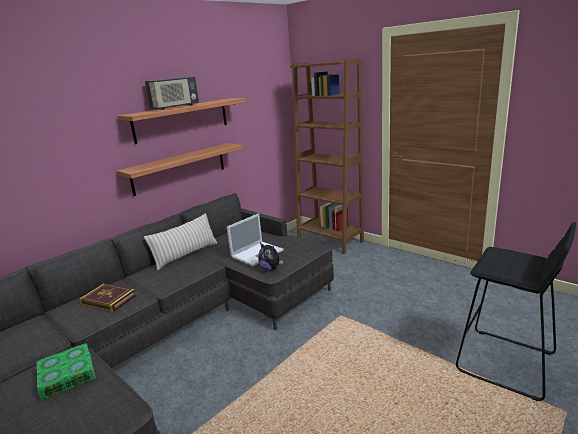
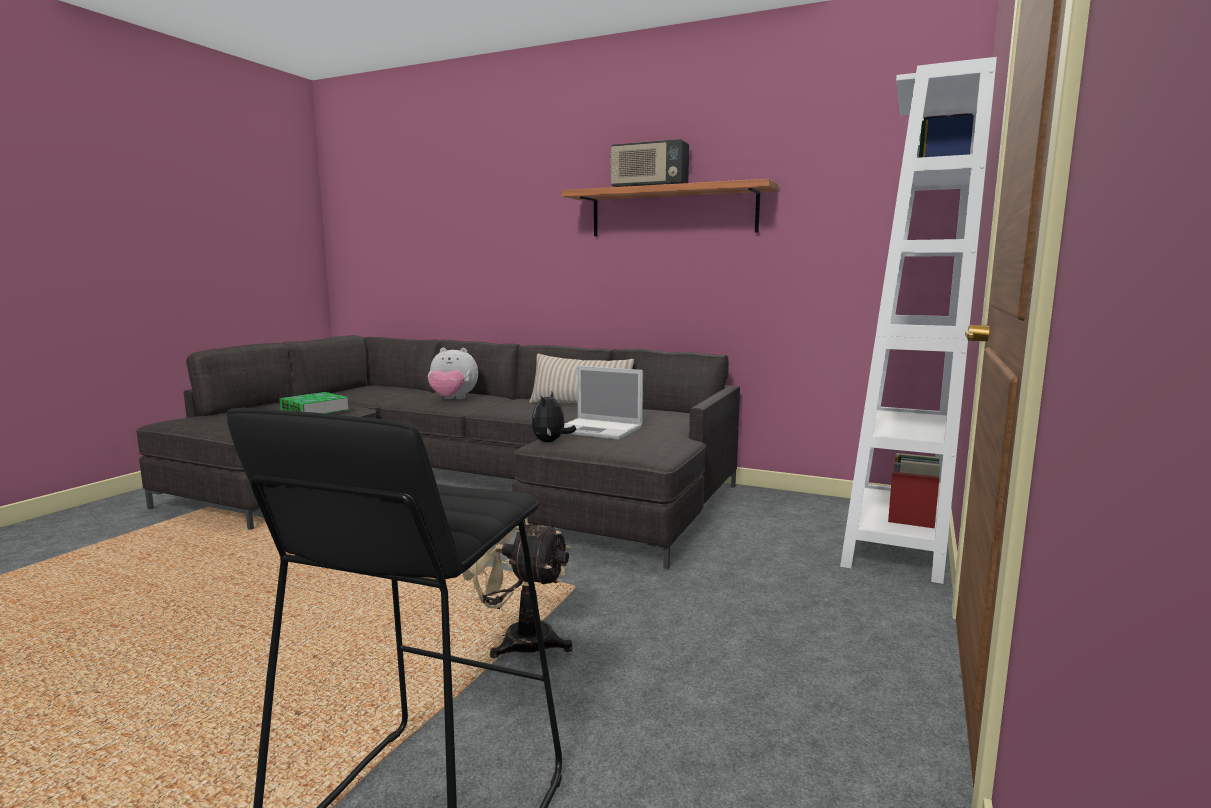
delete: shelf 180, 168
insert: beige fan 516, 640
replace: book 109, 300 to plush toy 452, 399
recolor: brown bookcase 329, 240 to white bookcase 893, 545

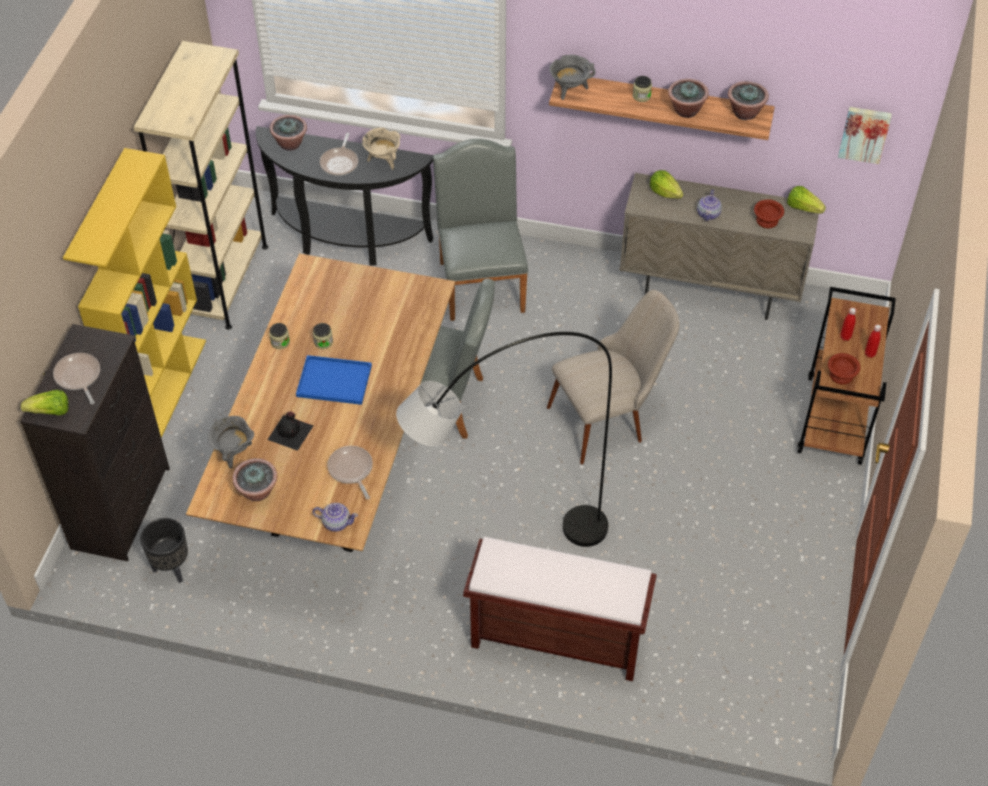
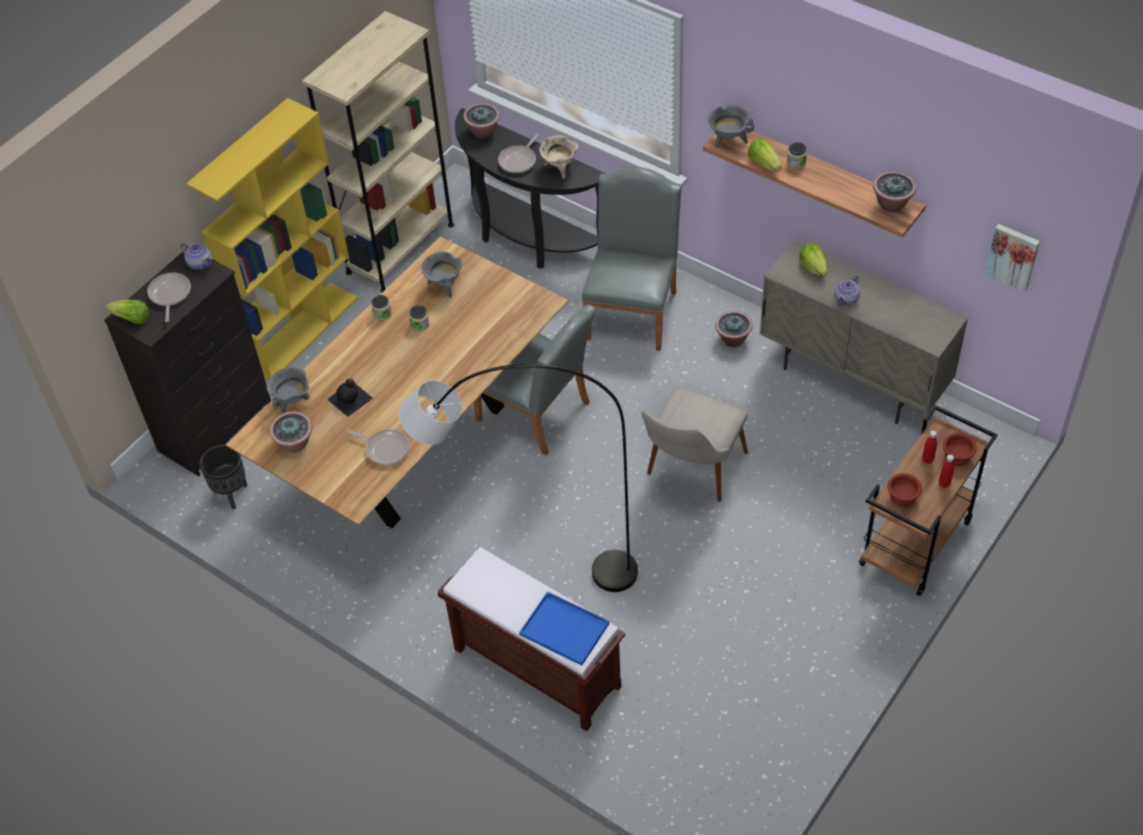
insert: grey cooking pot 444, 285
move: blue tray 335, 380 to 566, 629; teapot 336, 522 to 200, 263; potted plant 685, 110 to 733, 339; brown bowl 767, 220 to 958, 456; lettuce 803, 208 to 764, 163
rotate: frying pan 351, 470 = 385, 449 120 degrees clockwise; beige chair 609, 418 = 690, 475 120 degrees clockwise

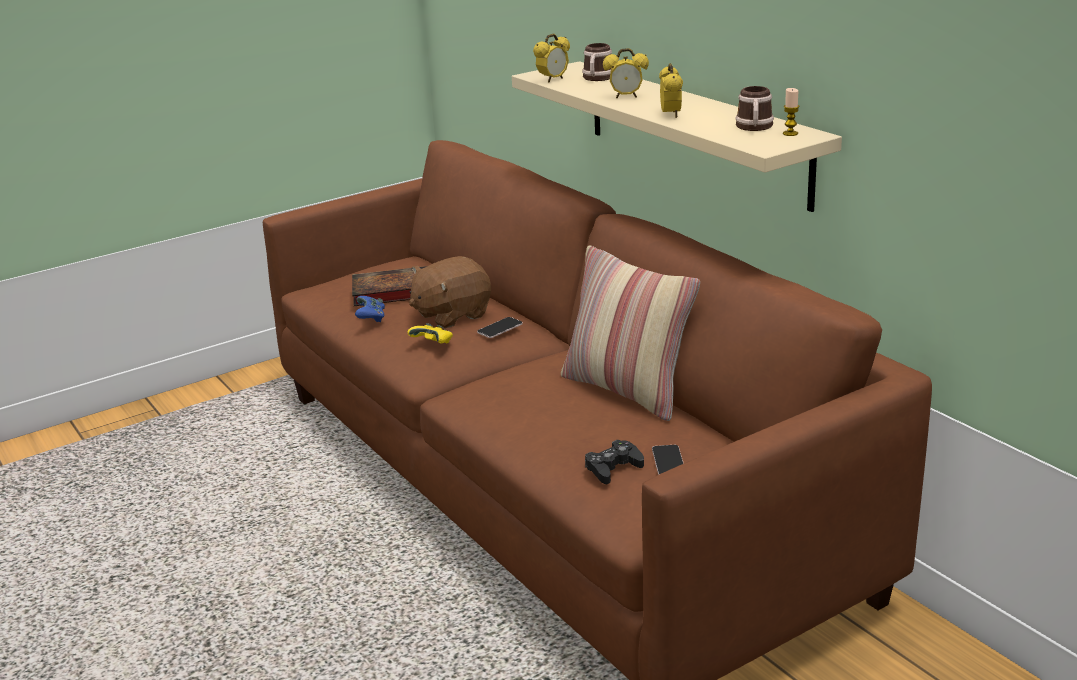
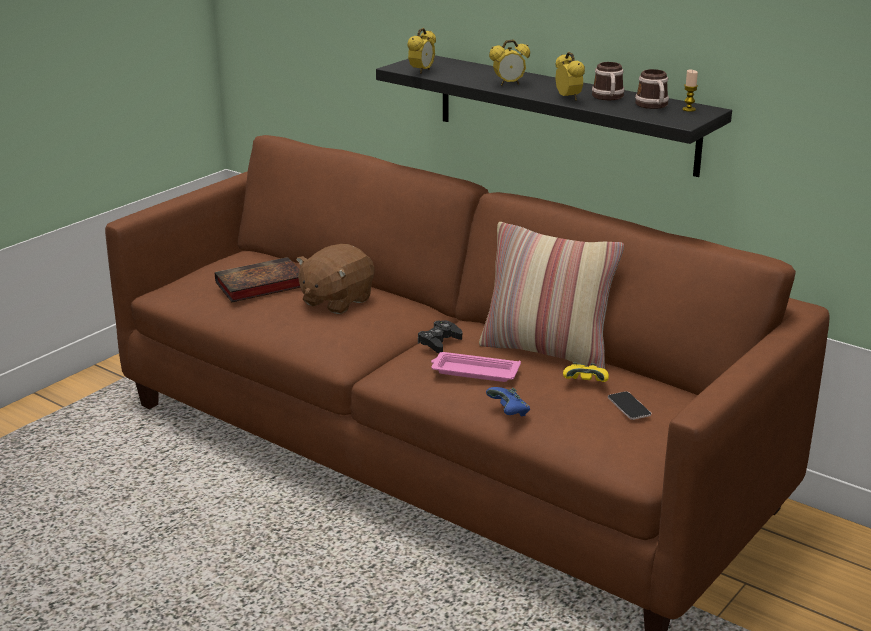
delete: phone 500, 328
insert: pink tray 474, 372
move: blue game controller 371, 318 to 509, 412; yellow game controller 433, 344 to 586, 383; mug 597, 79 to 608, 98; black game controller 613, 468 to 439, 342
recolor: beige shelf 694, 131 to black shelf 564, 113

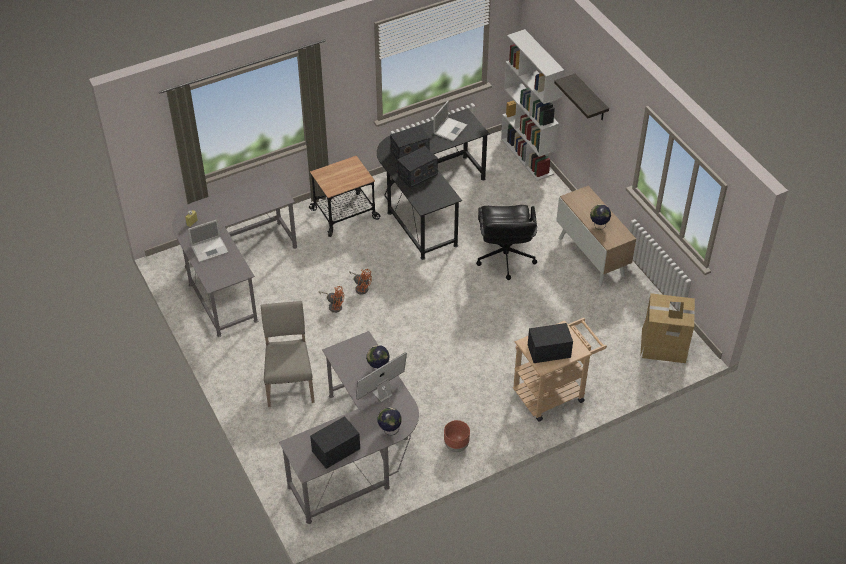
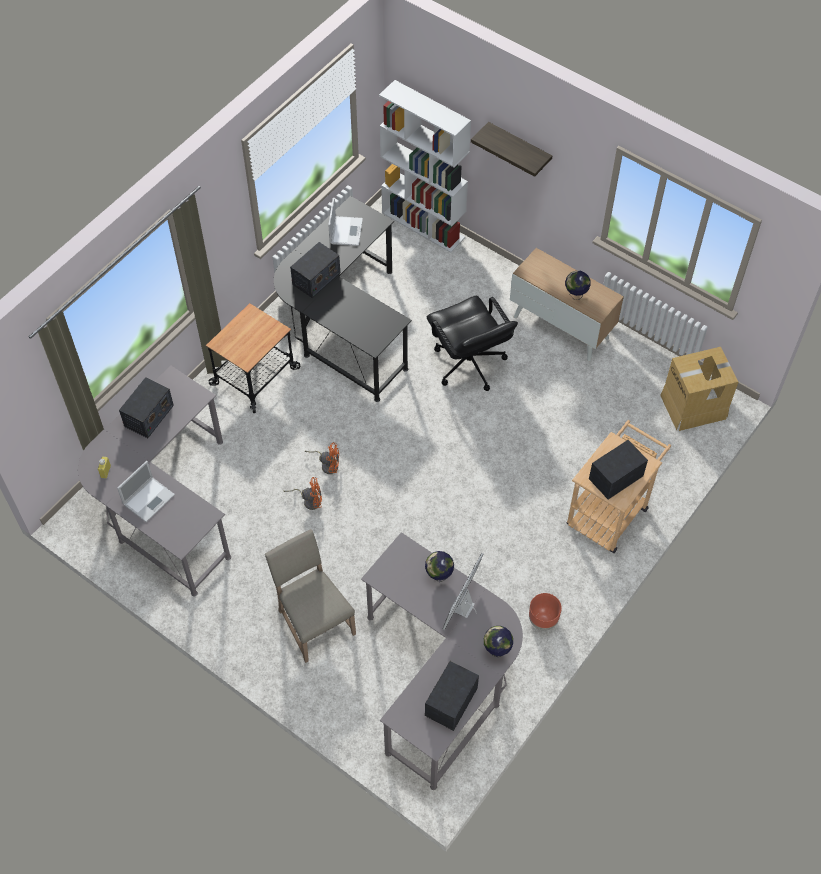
move: radio 417, 175 to 148, 416

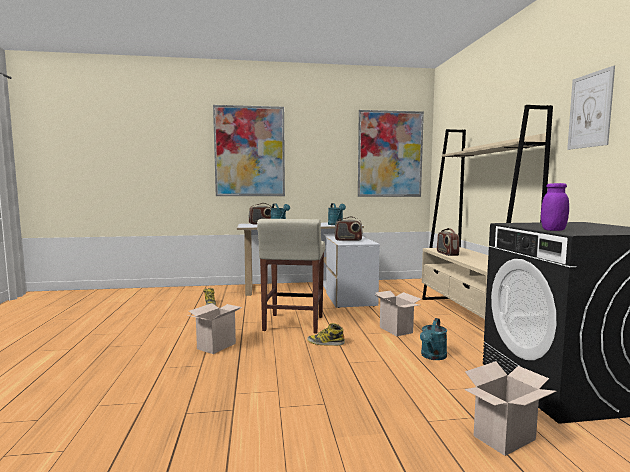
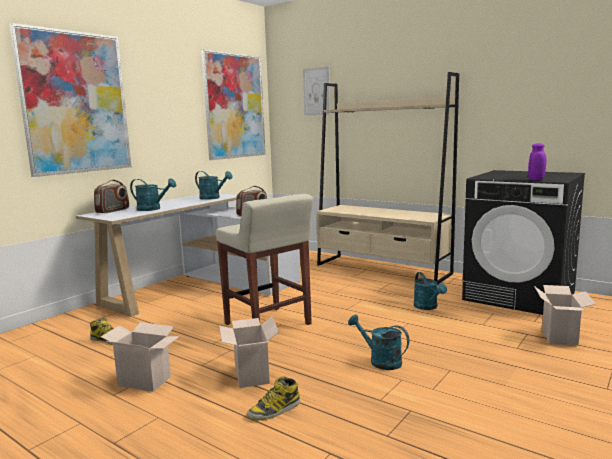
delete: radio 447, 254
insert: turquoise watering can 380, 361
move: boot 325, 343 to 274, 410; cardboard box 397, 330 to 146, 381; picture 590, 110 to 316, 91

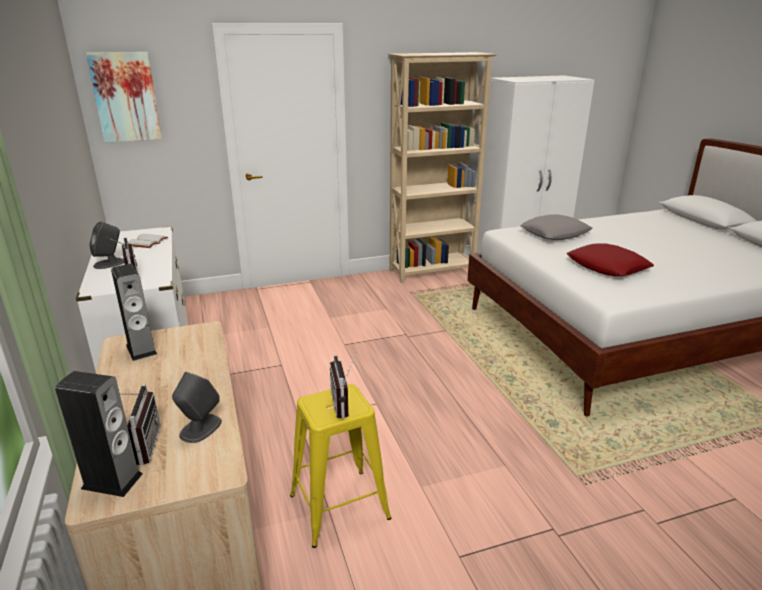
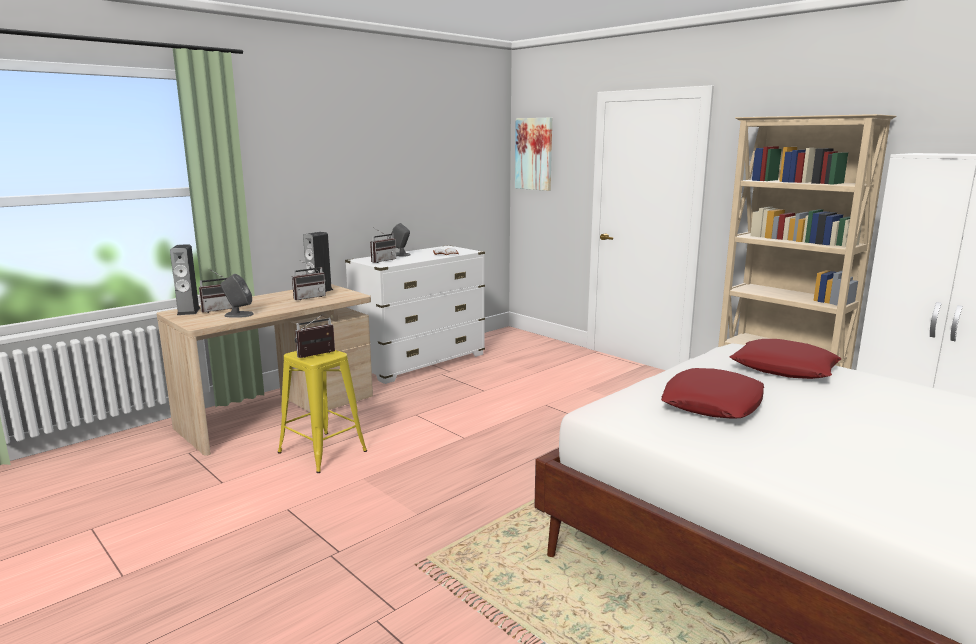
insert: radio 308, 297
recolor: grey pillow 554, 233 to red pillow 783, 368

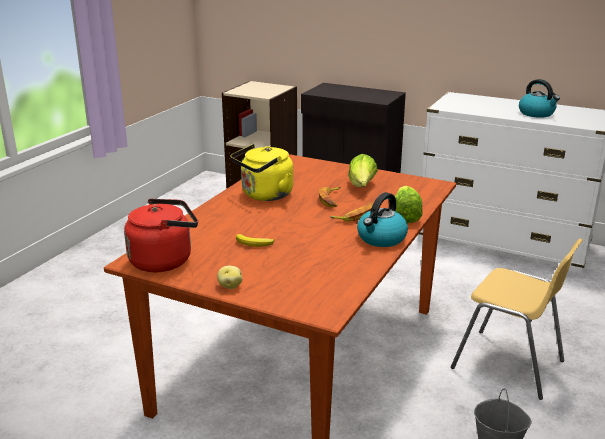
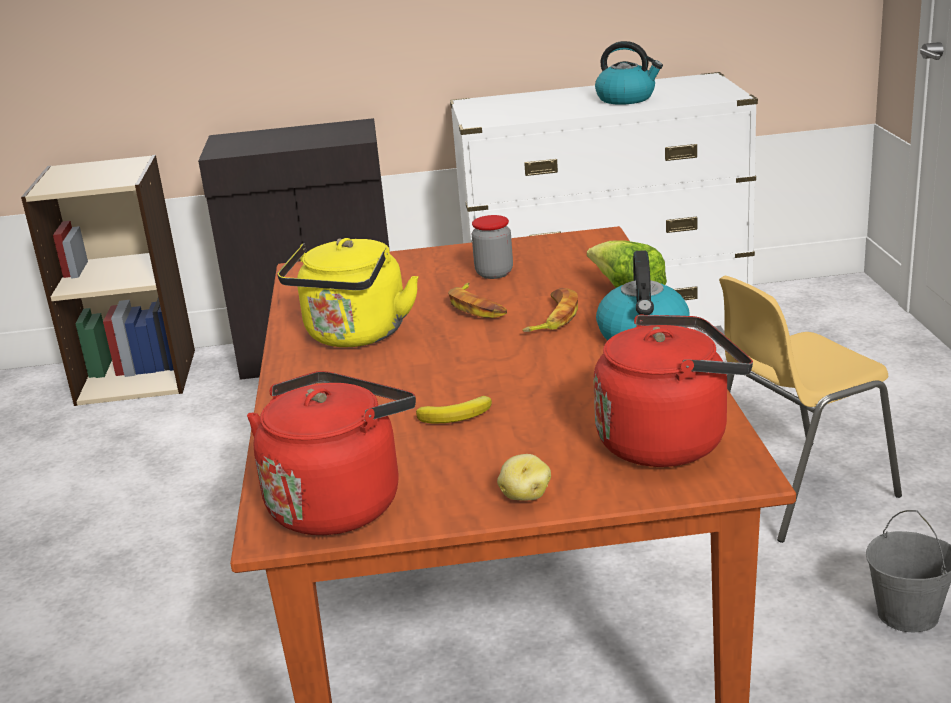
insert: red kettle 669, 441
replace: lettuce 362, 186 to jar 494, 273
rotate: yellow chair 509, 365 = 795, 491 150 degrees clockwise

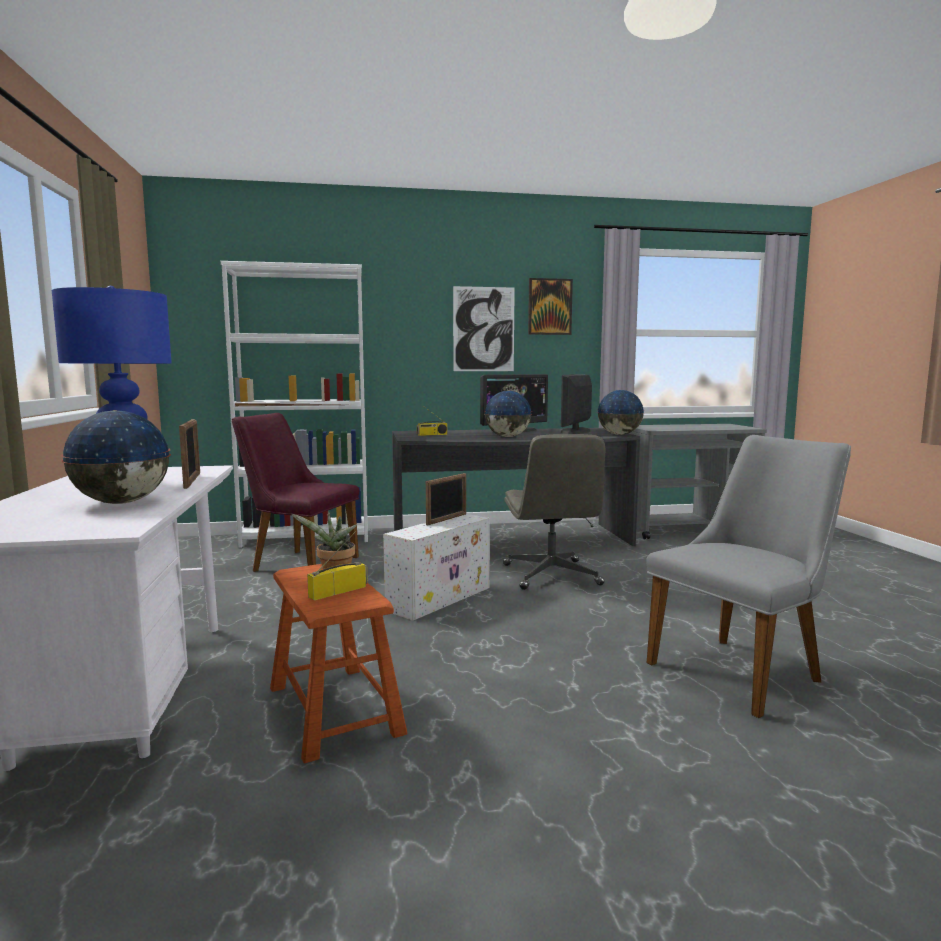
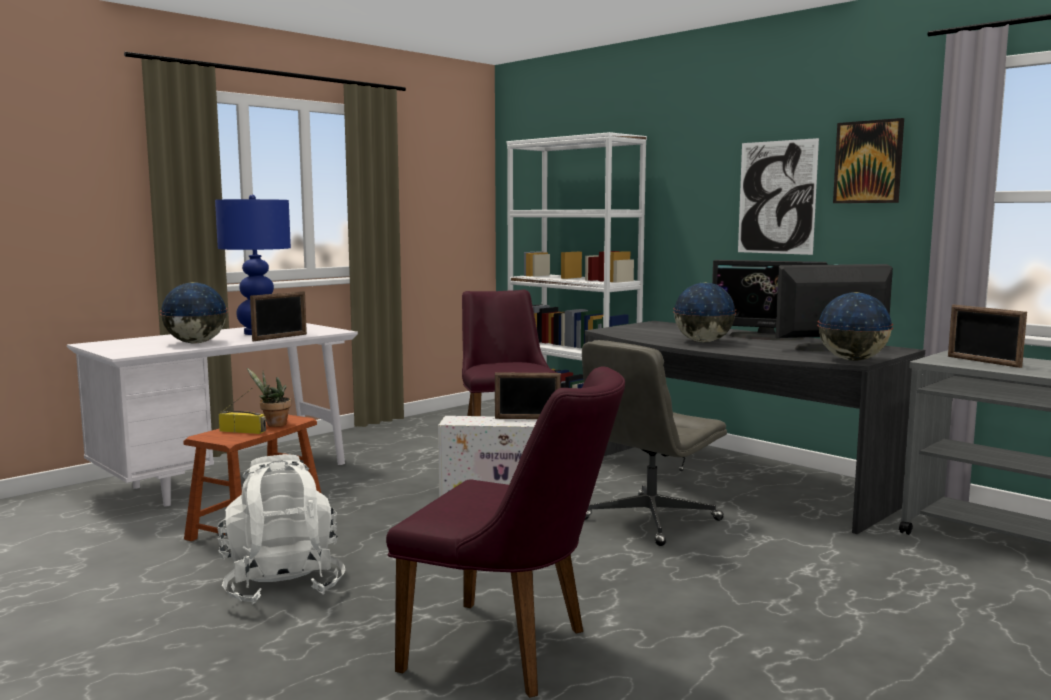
delete: radio 432, 435
insert: white backpack 282, 585; picture frame 983, 362
recolor: grey chair 744, 669 to purple chair 512, 651

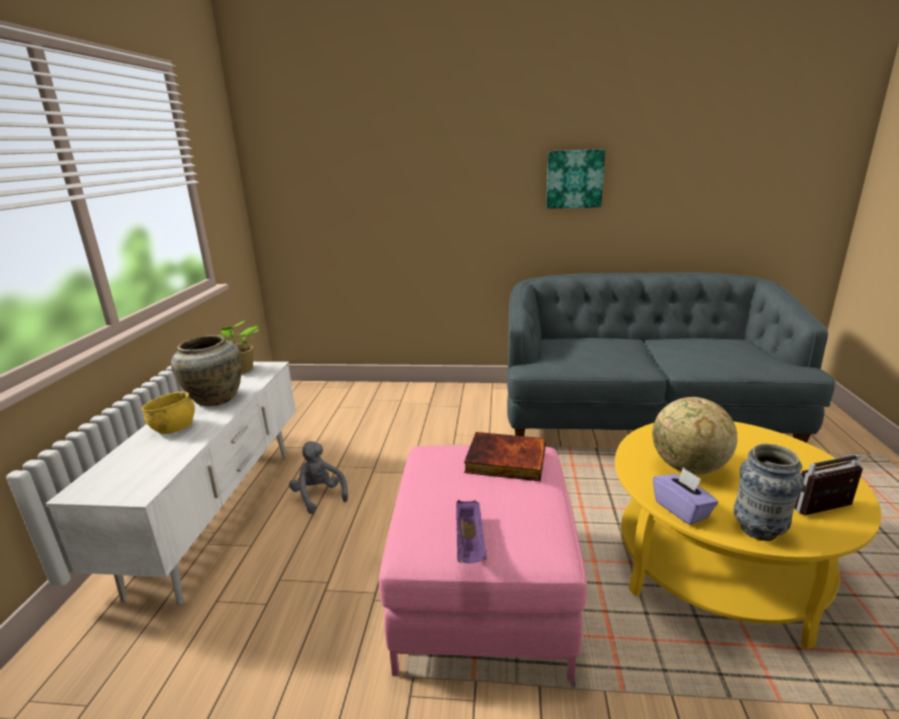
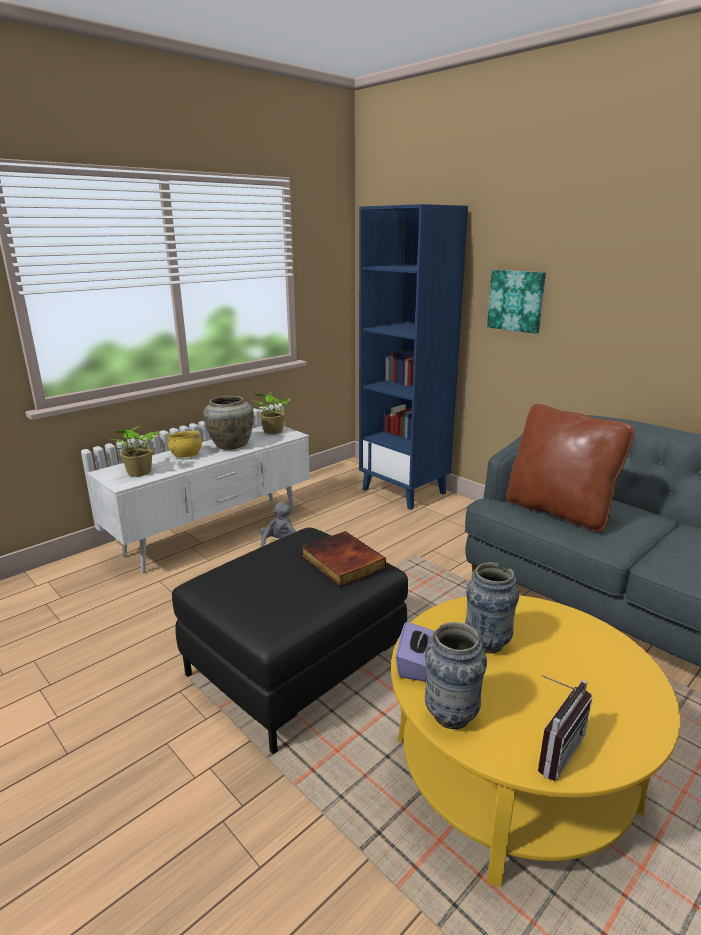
delete: purple tray 470, 543
insert: potted plant 138, 473; blue bookcase 404, 491; brown pillow 559, 511
move: picture 574, 179 to 516, 300
replace: globe 688, 468 to vase 487, 643
recolor: pink ottoman 482, 591 to black ottoman 295, 665
rotate: radio 827, 512 = 552, 748 105 degrees clockwise

